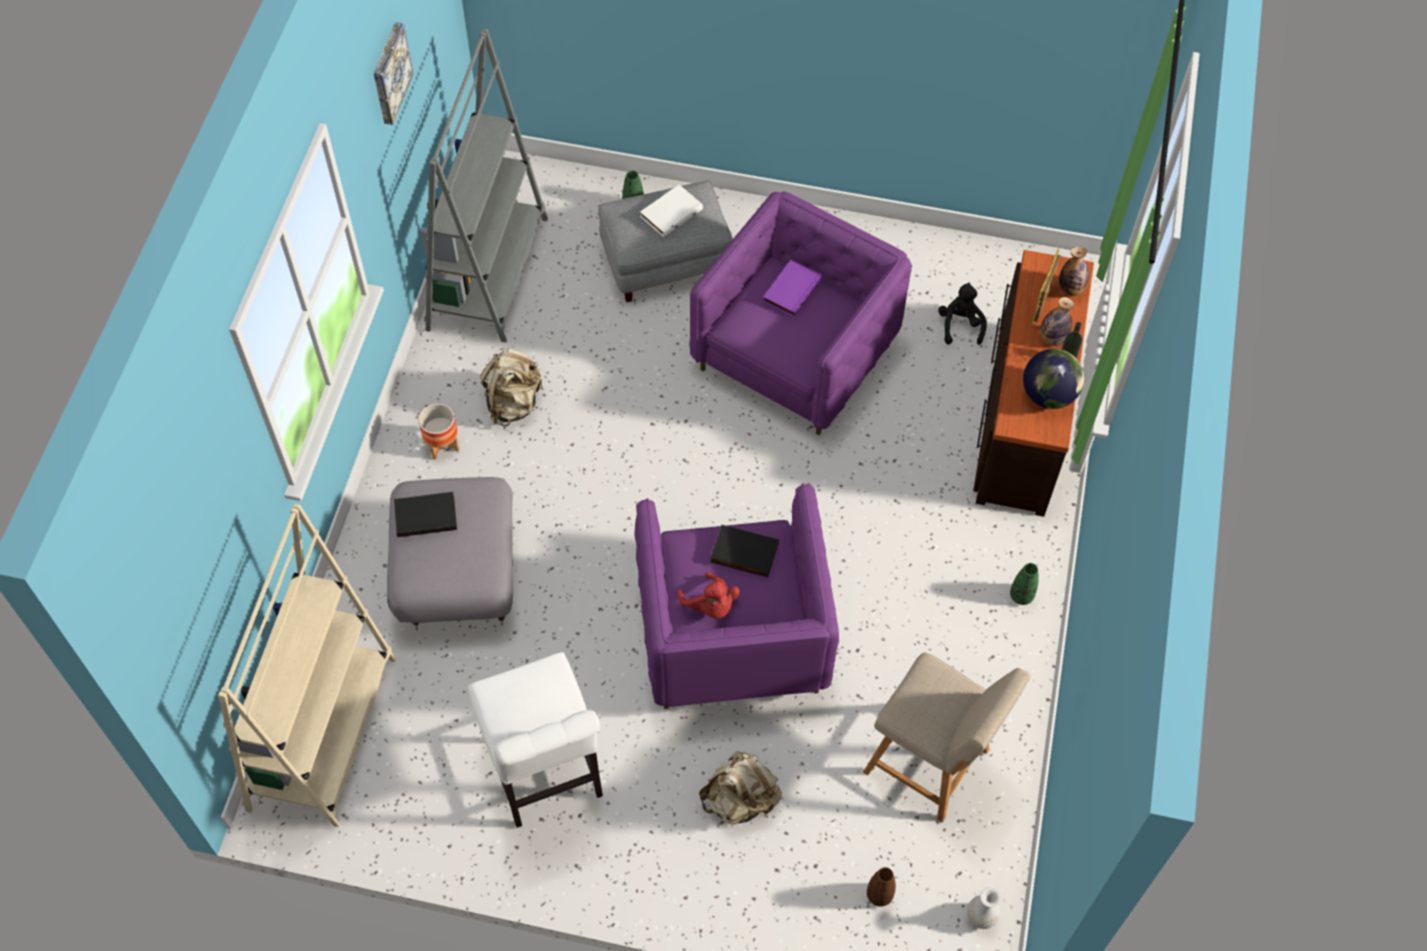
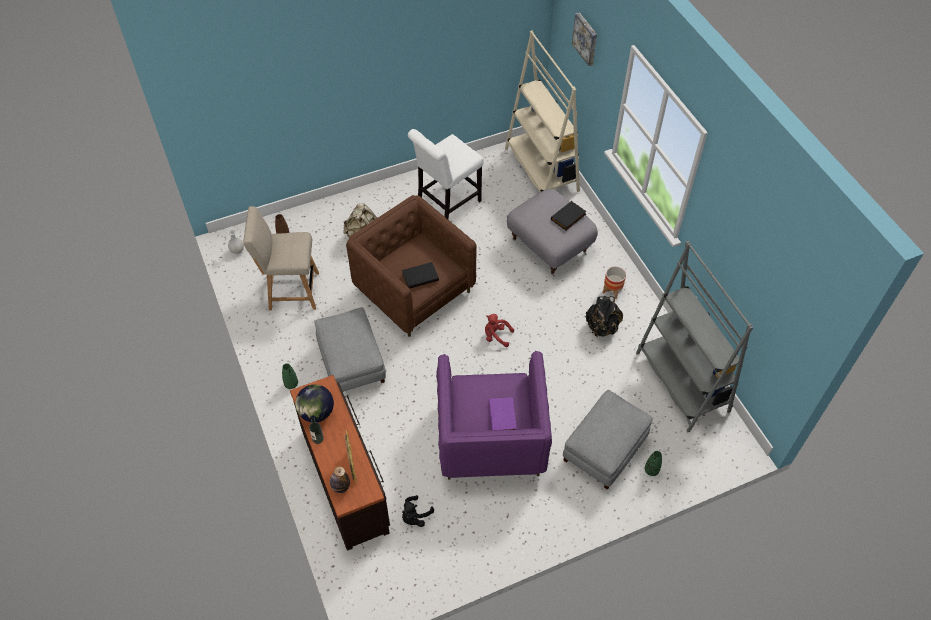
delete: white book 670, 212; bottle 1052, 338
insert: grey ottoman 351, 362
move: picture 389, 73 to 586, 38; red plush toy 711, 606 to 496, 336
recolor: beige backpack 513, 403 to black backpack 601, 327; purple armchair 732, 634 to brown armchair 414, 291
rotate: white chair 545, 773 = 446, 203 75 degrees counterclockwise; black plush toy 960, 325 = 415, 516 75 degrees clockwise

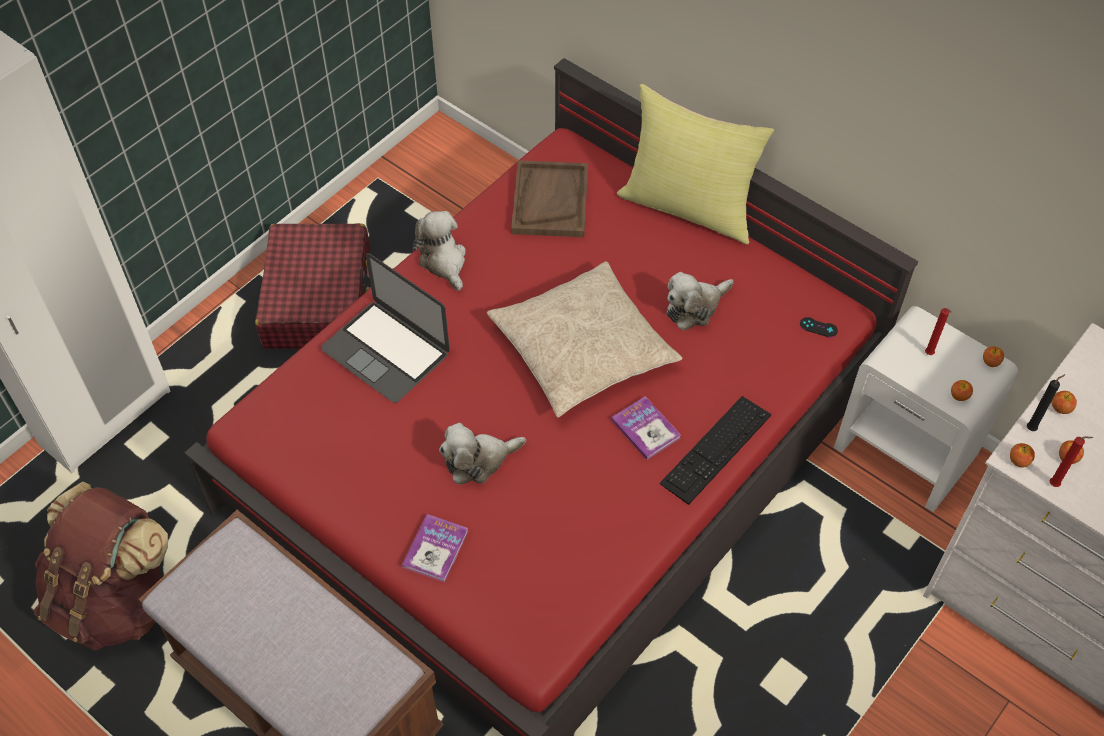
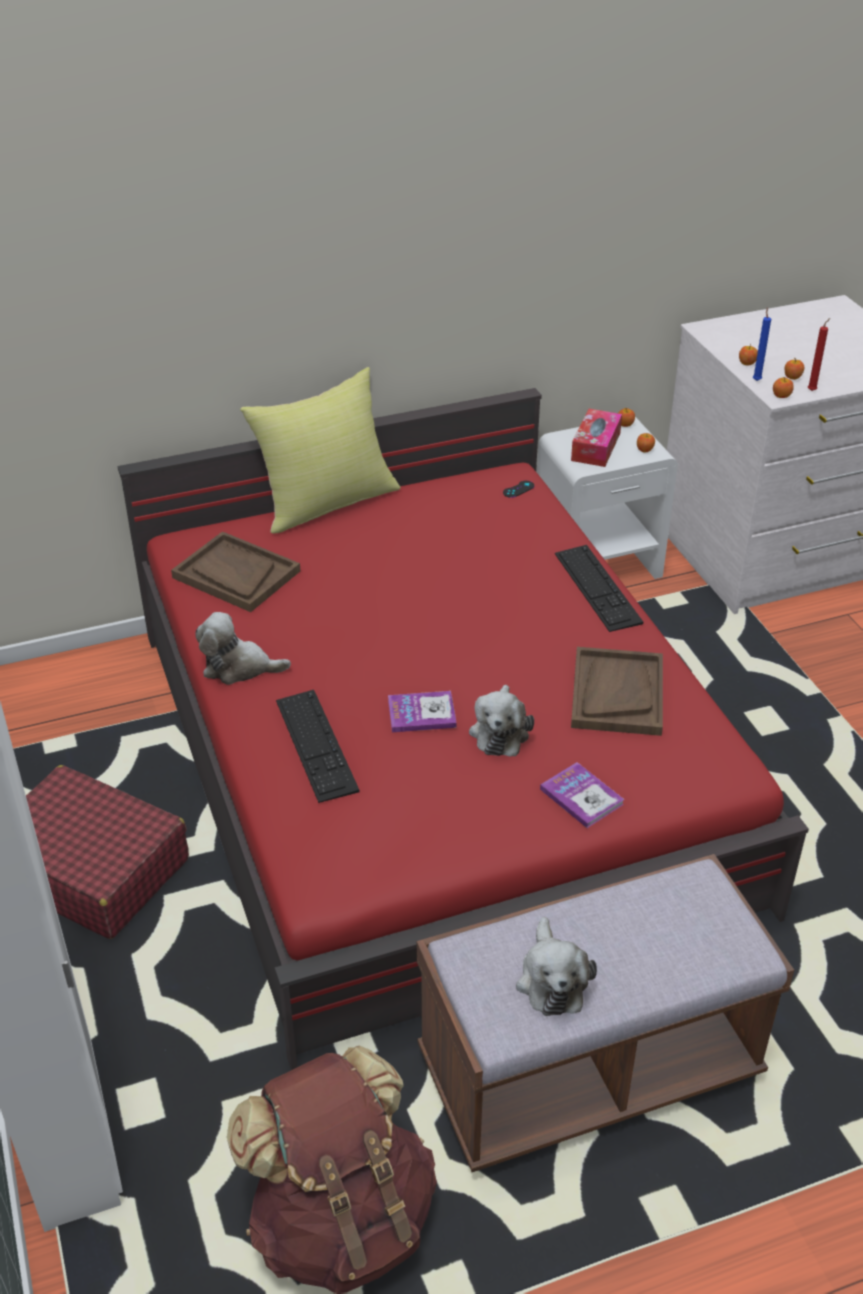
delete: beige pillow 582, 349
insert: brown tray 617, 693
move: book 645, 429 to 421, 713; plush toy 695, 307 to 551, 980
replace: laptop 386, 351 to keyboard 316, 745; red candle 929, 355 to tissue box 595, 447
recolor: black candle 1032, 428 to blue candle 756, 380

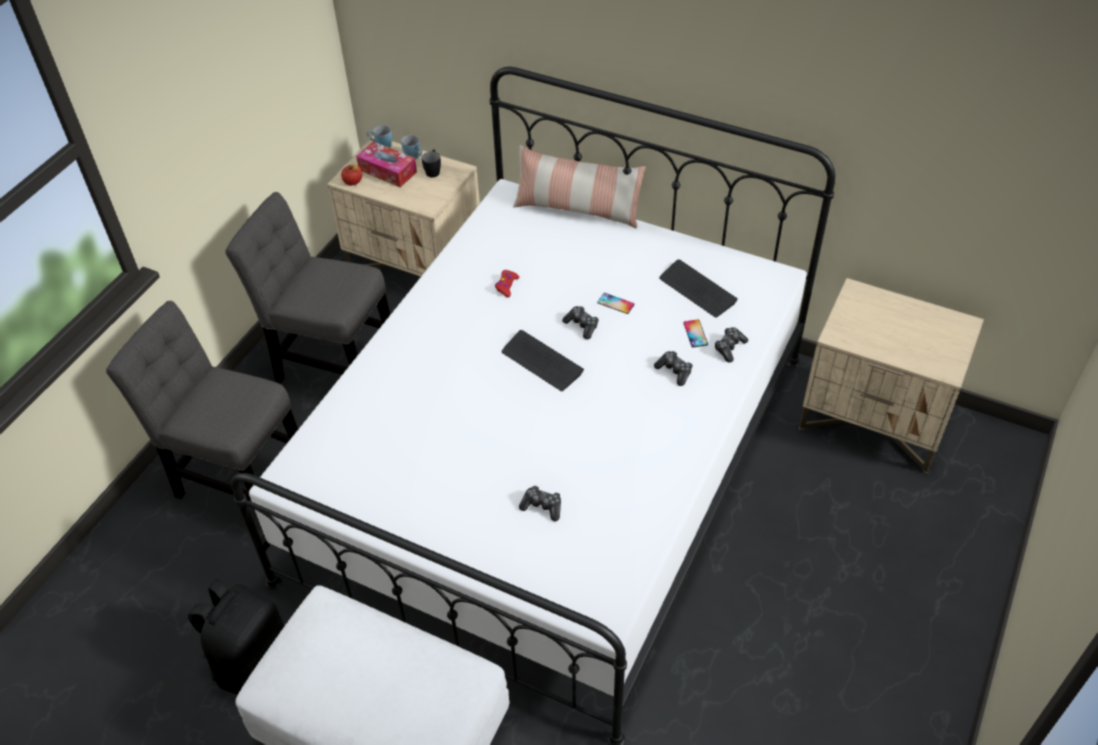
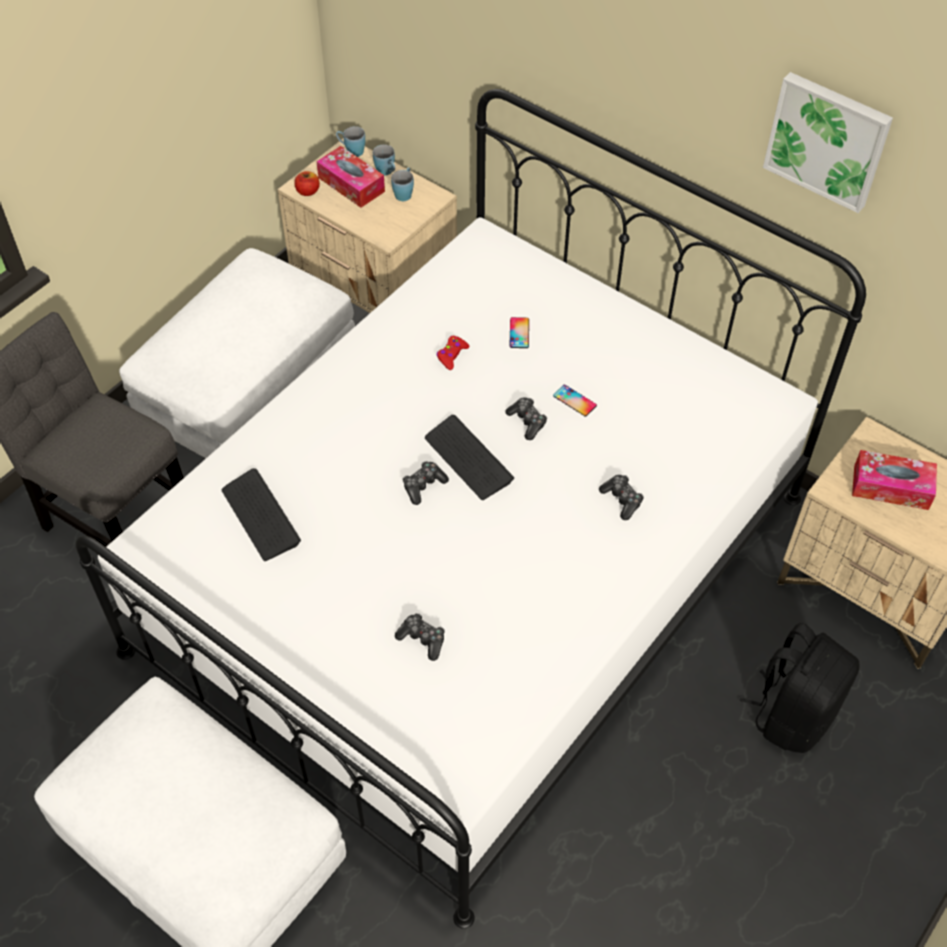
delete: pillow 577, 208
insert: picture 828, 140; tissue box 891, 487
move: black backpack 251, 660 to 792, 713; keyboard 697, 290 to 260, 516; phone 695, 333 to 519, 333; game controller 729, 348 to 423, 486
replace: grey chair 332, 365 to white ottoman 251, 402
recolor: black mug 433, 170 to blue mug 404, 192

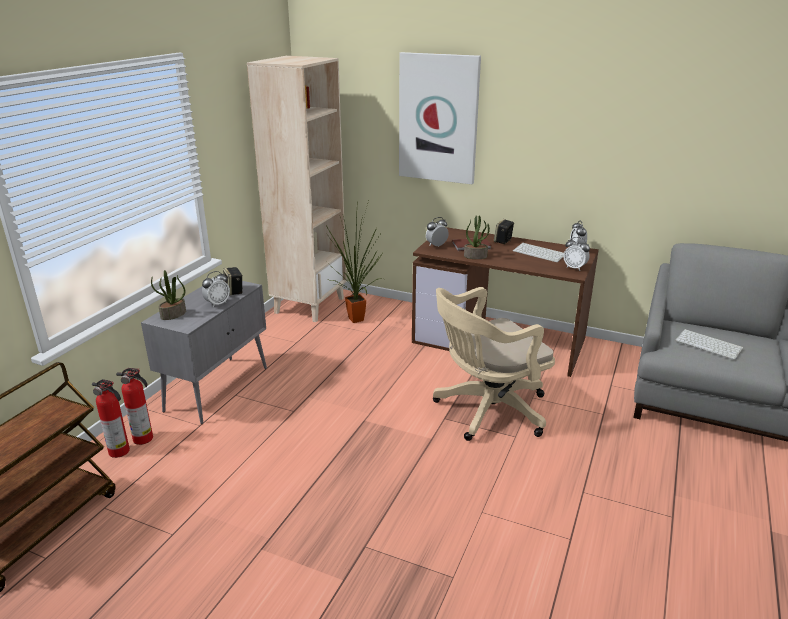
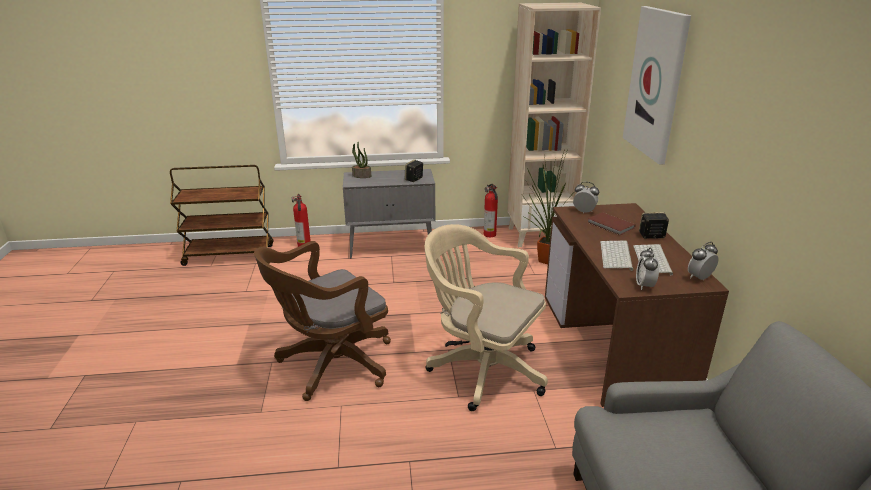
delete: alarm clock 217, 303; potted plant 475, 256
insert: brown office chair 331, 365
move: fire extinguisher 144, 438 to 490, 235; keyboard 710, 345 to 617, 256

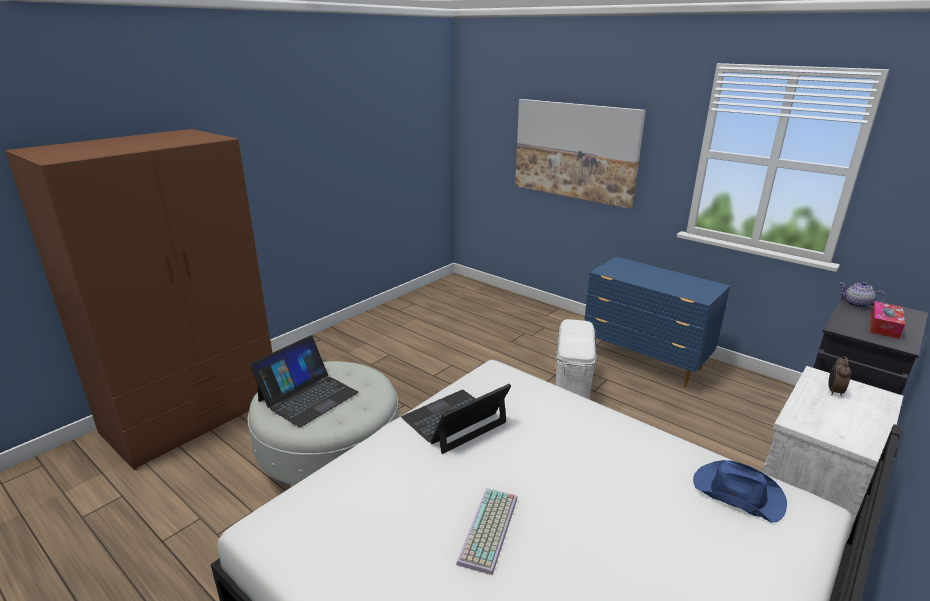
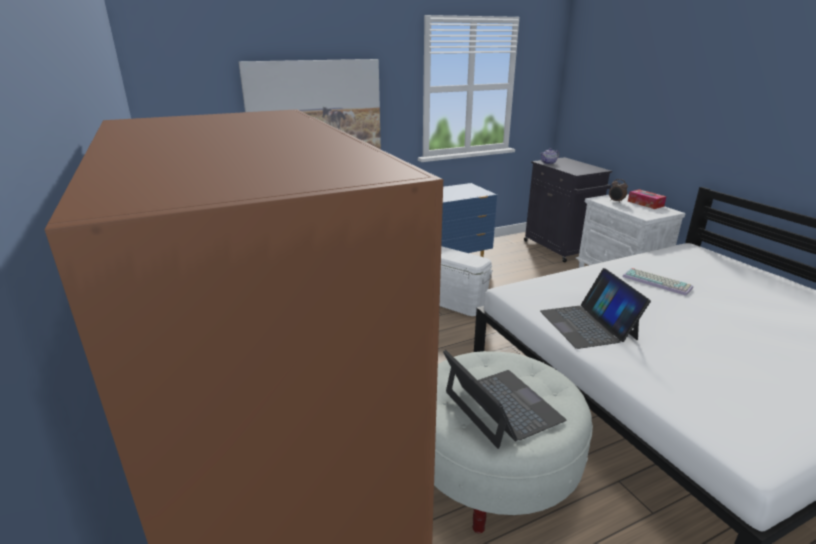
delete: blue hat 737, 492
move: keyboard 490, 531 to 658, 282; tissue box 884, 326 to 645, 204

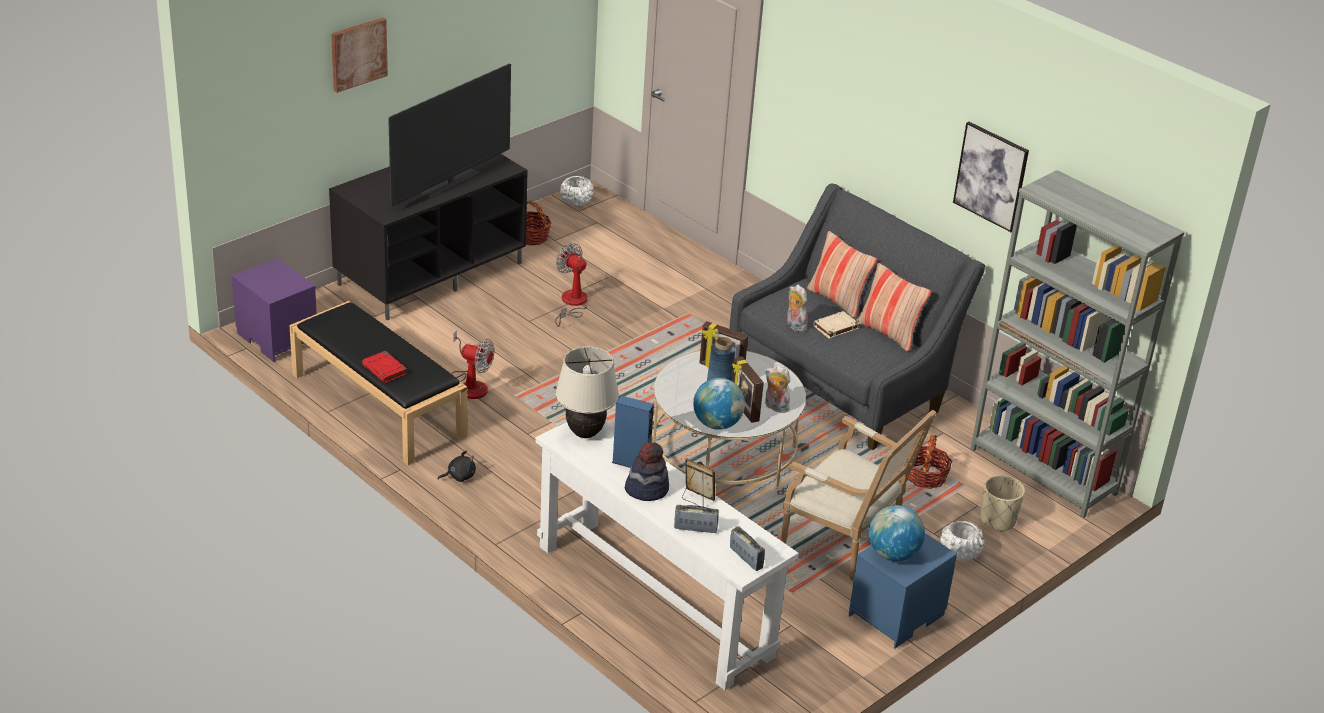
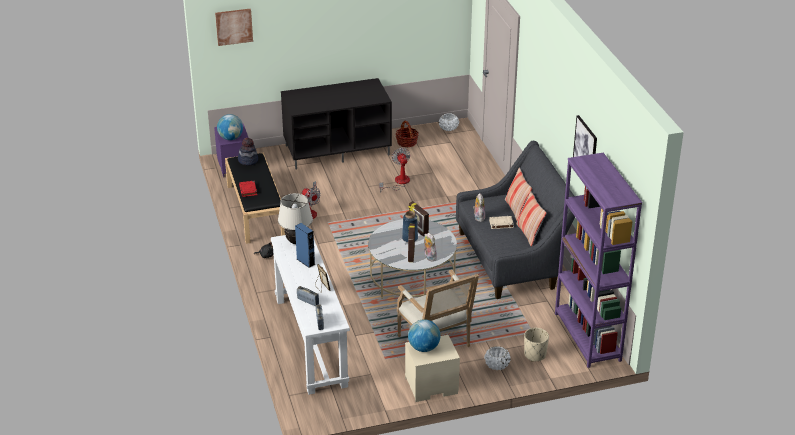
delete: television 450, 183; basket 925, 477
move: picture 358, 54 to 234, 26; hat 646, 489 to 248, 160; globe 717, 424 to 231, 138
recolor: blue nightstand 896, 616 to beige nightstand 431, 387; grey bookcase 1043, 472 to purple bookcase 587, 337

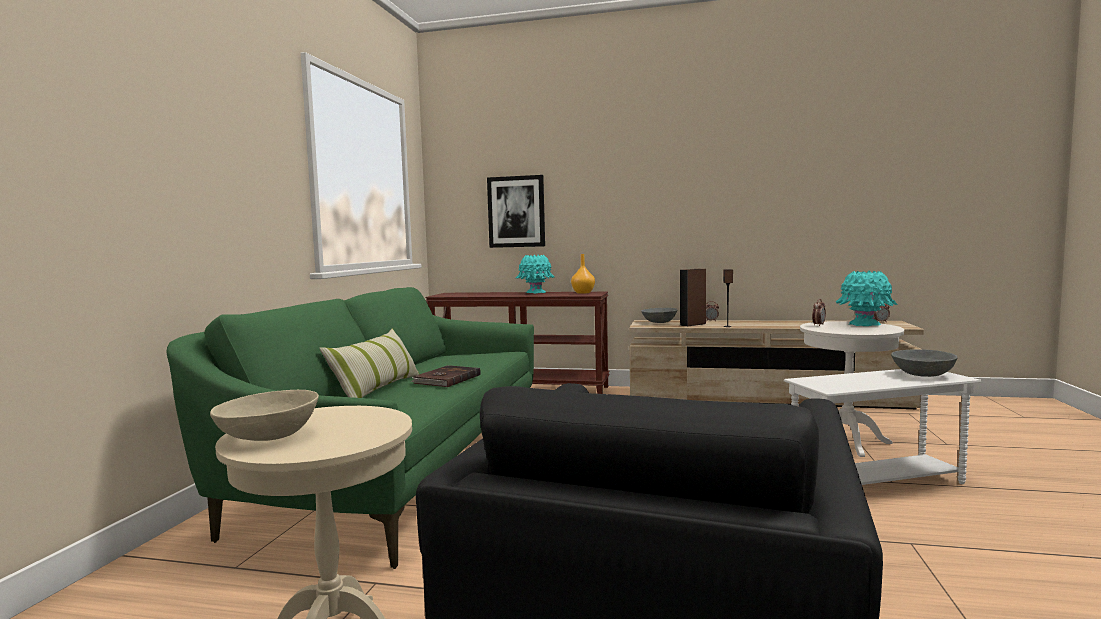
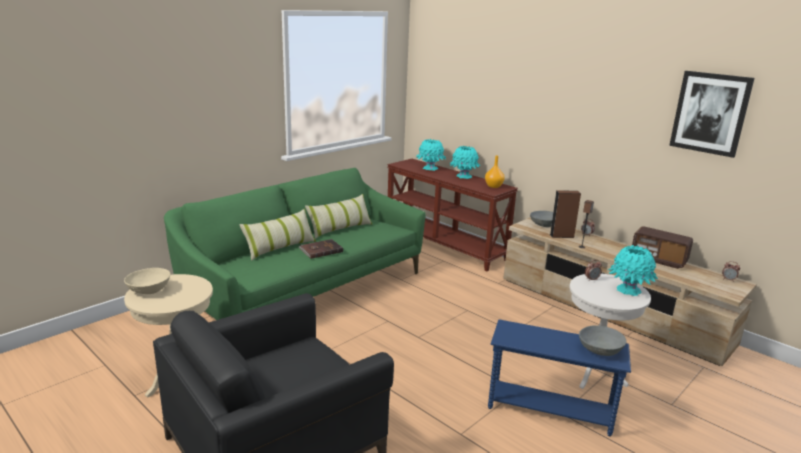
insert: pillow 340, 229; turquoise vase 430, 168; radio 658, 260
move: picture 516, 212 to 710, 113
recolor: white side table 877, 483 to blue side table 549, 410

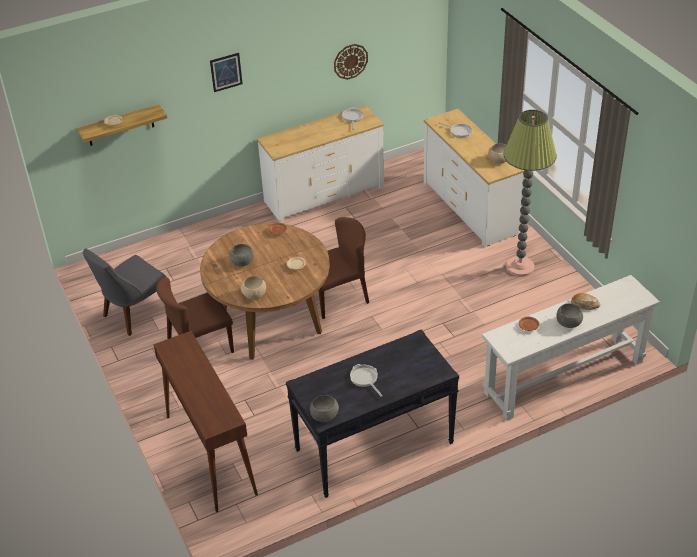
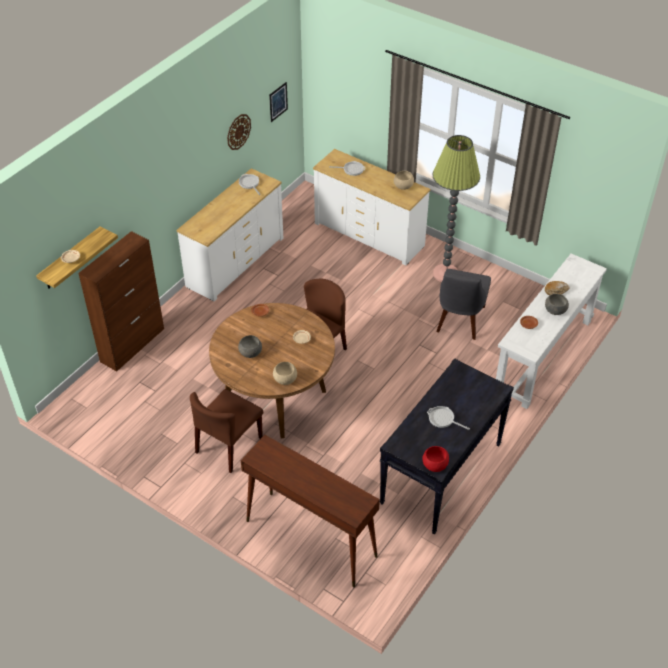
insert: brown cabinet 133, 345
move: grey chair 134, 314 to 459, 321; picture 226, 72 to 278, 101
recolor: grey bowl 324, 415 to red bowl 434, 464

